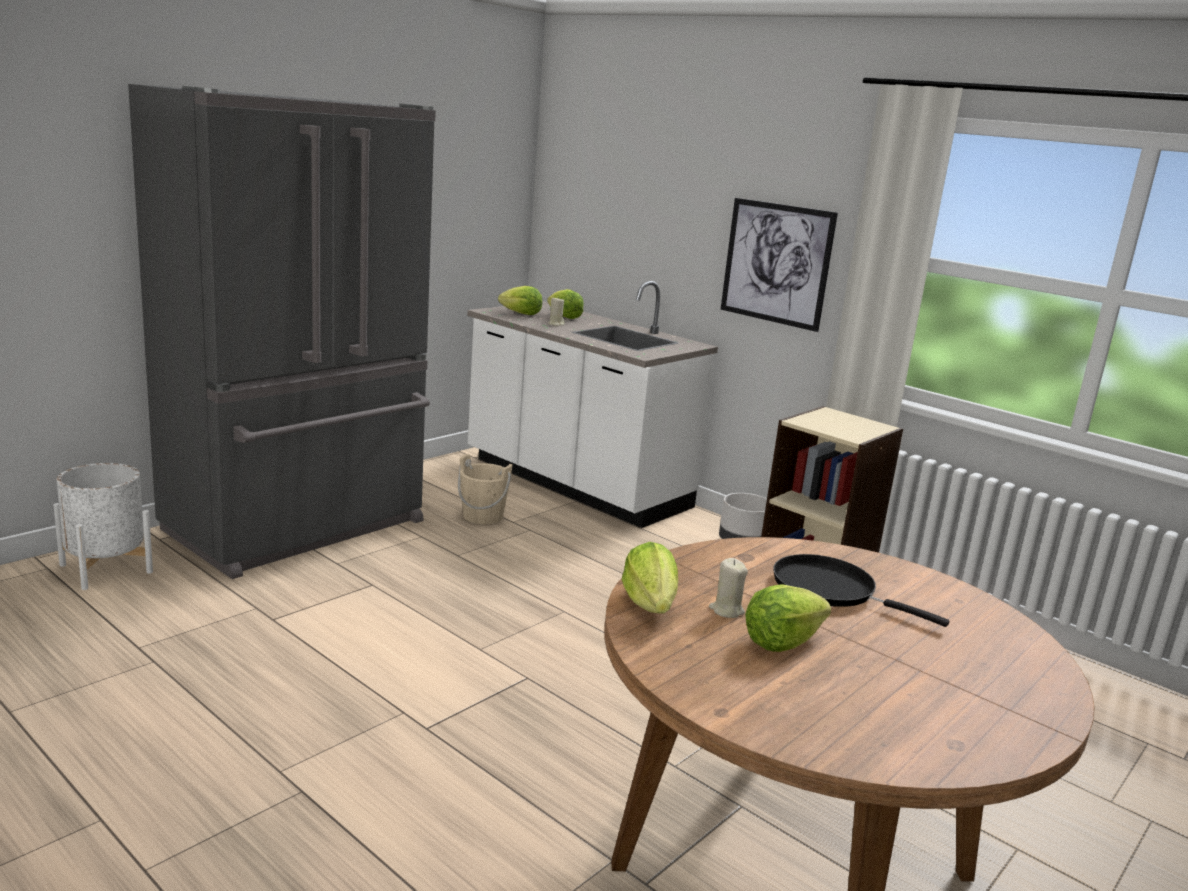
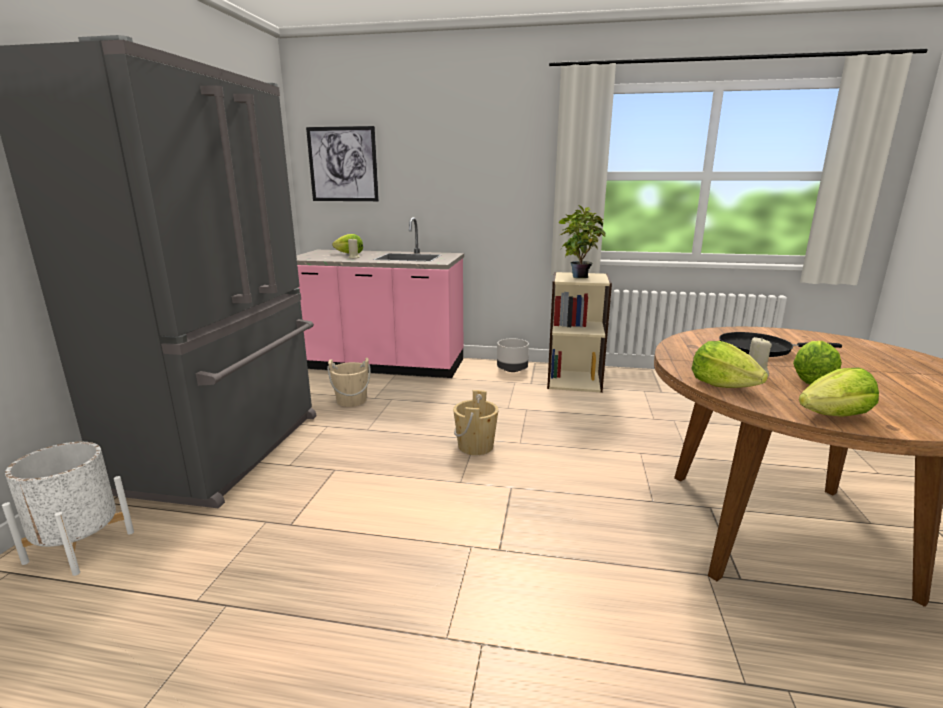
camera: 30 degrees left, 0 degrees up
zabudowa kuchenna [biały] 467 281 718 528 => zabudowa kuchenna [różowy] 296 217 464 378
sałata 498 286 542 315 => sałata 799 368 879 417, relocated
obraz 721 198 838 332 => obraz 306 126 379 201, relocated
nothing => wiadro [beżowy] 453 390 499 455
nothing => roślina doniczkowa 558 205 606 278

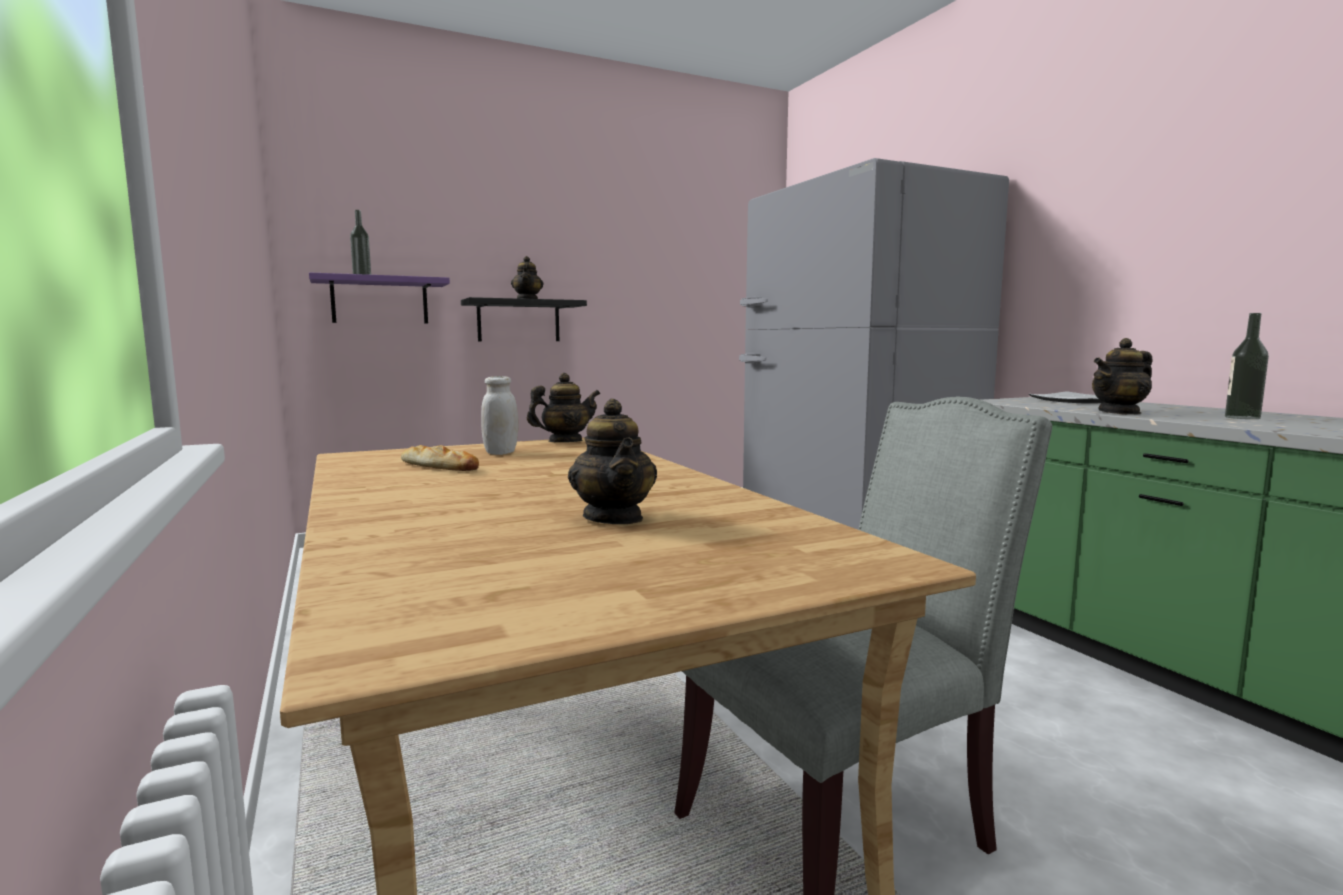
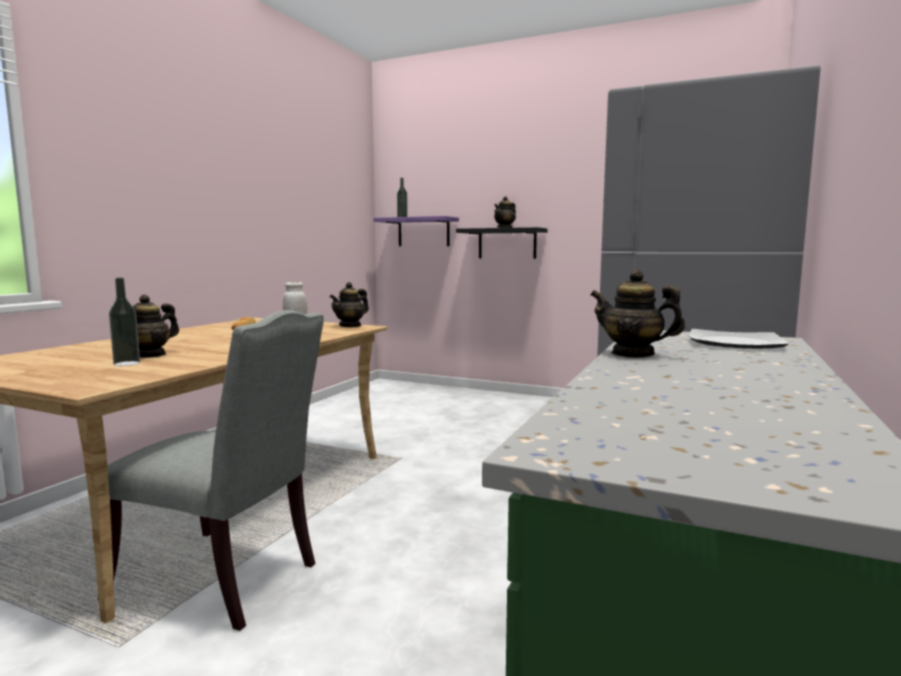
camera: 50 degrees right, 0 degrees up
imbryk 527 373 600 442 => imbryk 330 282 369 327, 105 degrees clockwise
butelka 1225 313 1269 419 => butelka 109 278 140 366, relocated

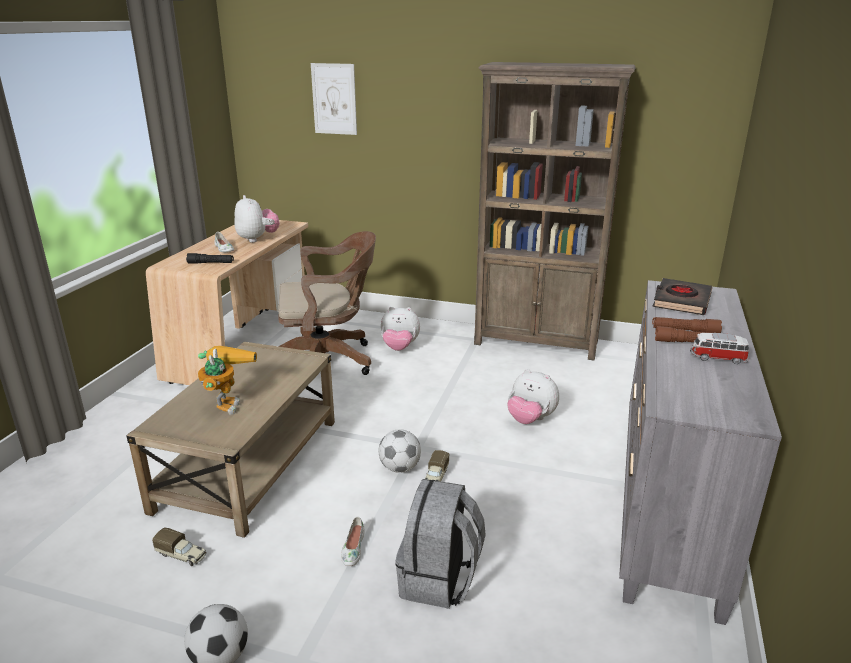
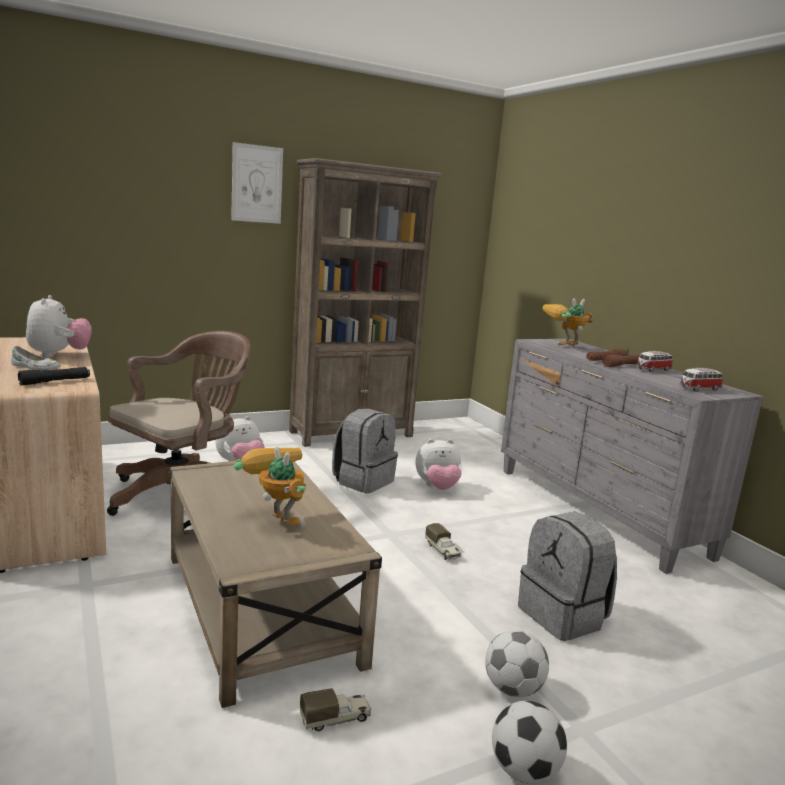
camera: 45 degrees left, 10 degrees down
pluszak 234 195 280 242 => pluszak 26 295 91 358, 60 degrees clockwise
obraz 311 63 357 135 => obraz 231 142 283 224, relocated
but [biały] 341 517 364 566 => nothing
piłka futbolowa 379 429 421 473 => piłka futbolowa 485 630 549 697, relocated
książka [czarny] 652 278 712 315 => robot zabawkowy 542 298 594 346
nothing => plecak [szary] 332 408 398 493
nothing => samochodzik 680 368 723 391

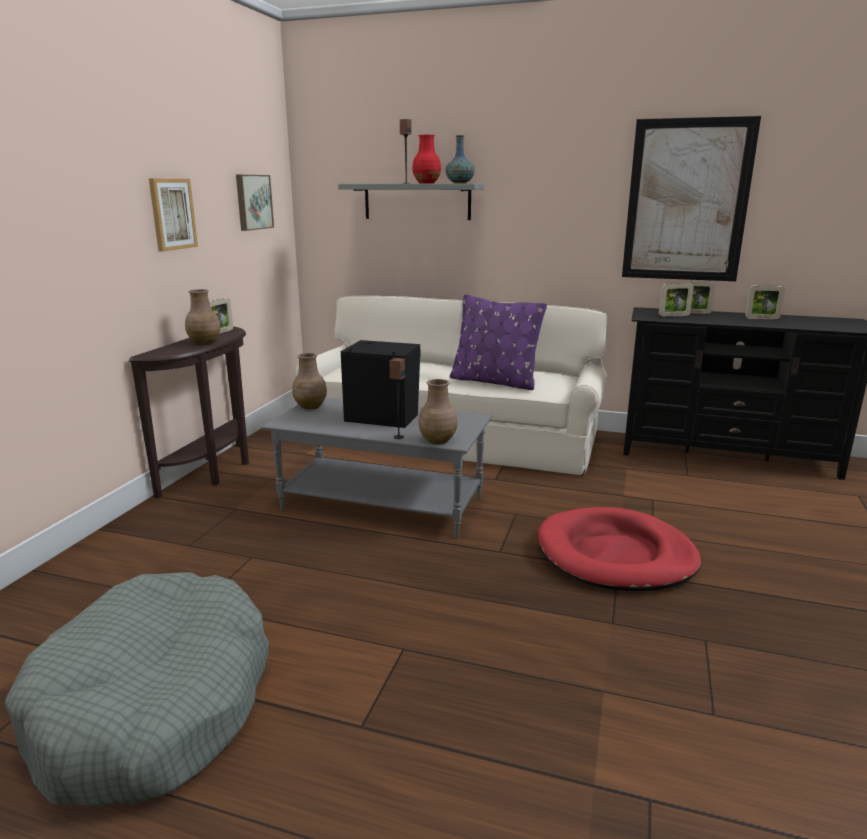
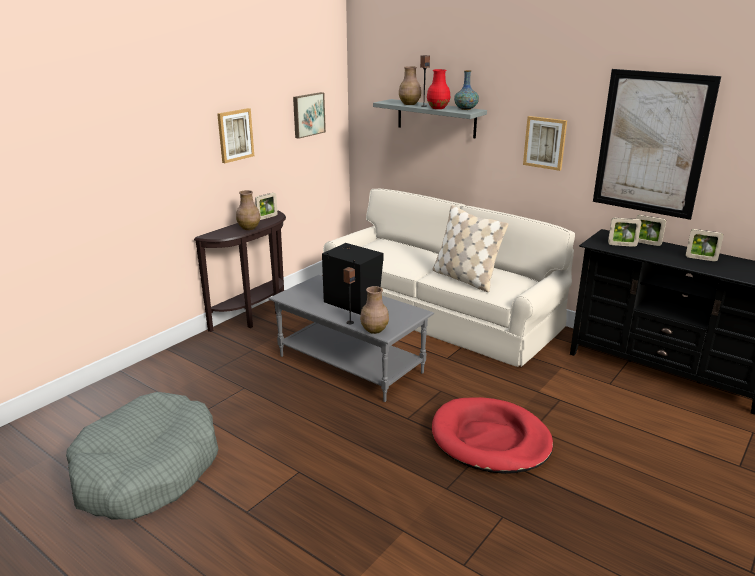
camera: 20 degrees right, 5 degrees up
wazon [brązowy] 292 353 327 410 => wazon [brązowy] 399 66 421 105, relocated
poduszka [fioletowy] 450 295 547 390 => poduszka [beżowy] 432 205 508 292
nothing => obraz 523 116 567 171

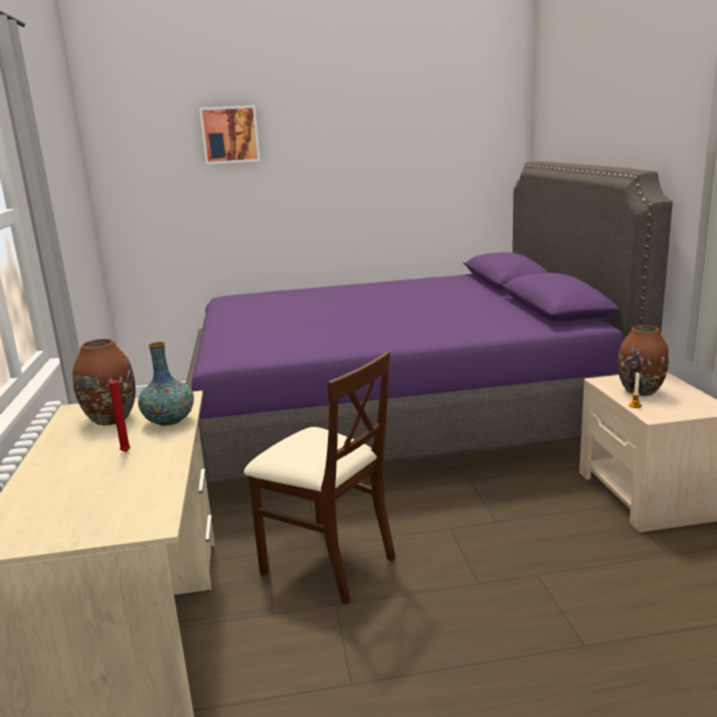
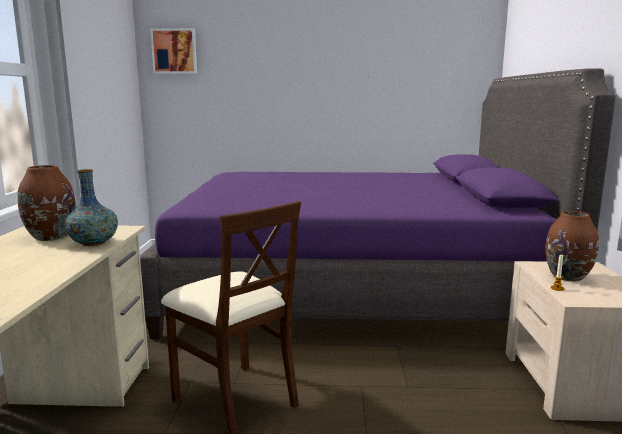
camera: 10 degrees right, 5 degrees down
świeca [czerwony] 109 376 130 452 => nothing
obraz 199 105 260 165 => obraz 150 28 197 74, relocated

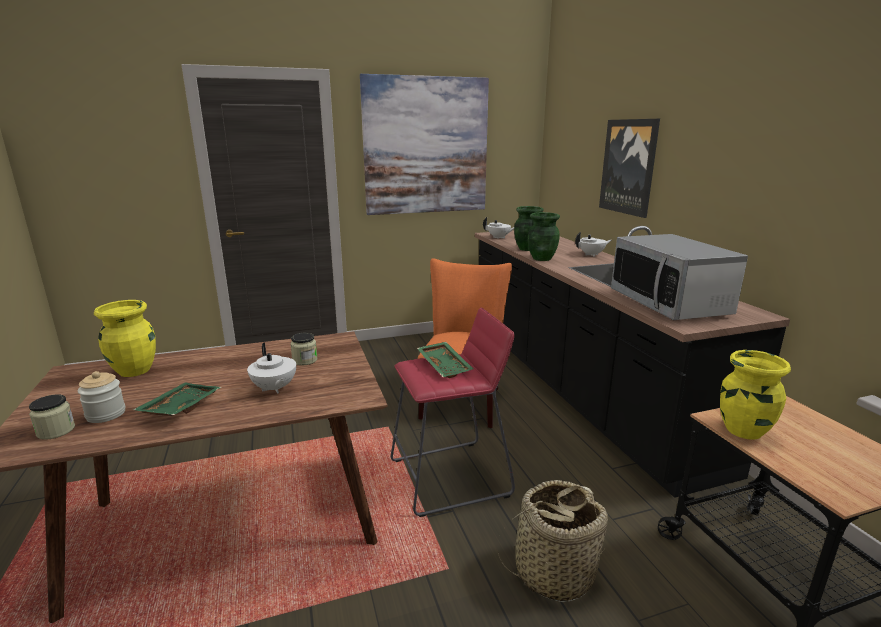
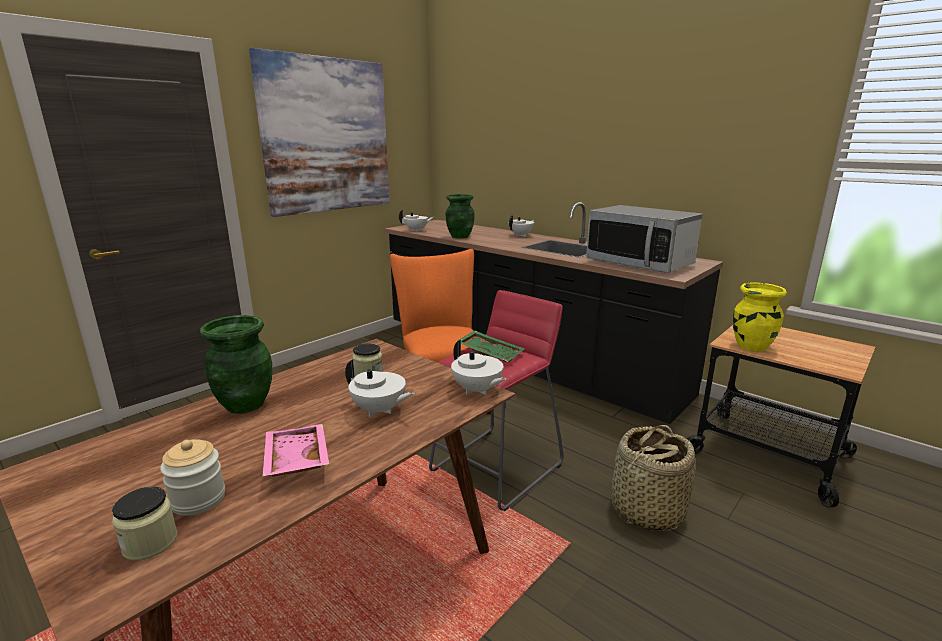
camera: 30 degrees left, 0 degrees up
wazon [żółty] 94 300 156 377 => nothing
taca [zielony] 133 382 221 416 => taca [różowy] 262 424 329 477
wazon [zielony] 528 212 560 261 => wazon [zielony] 200 315 272 414, relocated
obraz 599 119 660 218 => nothing
nothing => imbryk [biały] 451 340 506 395

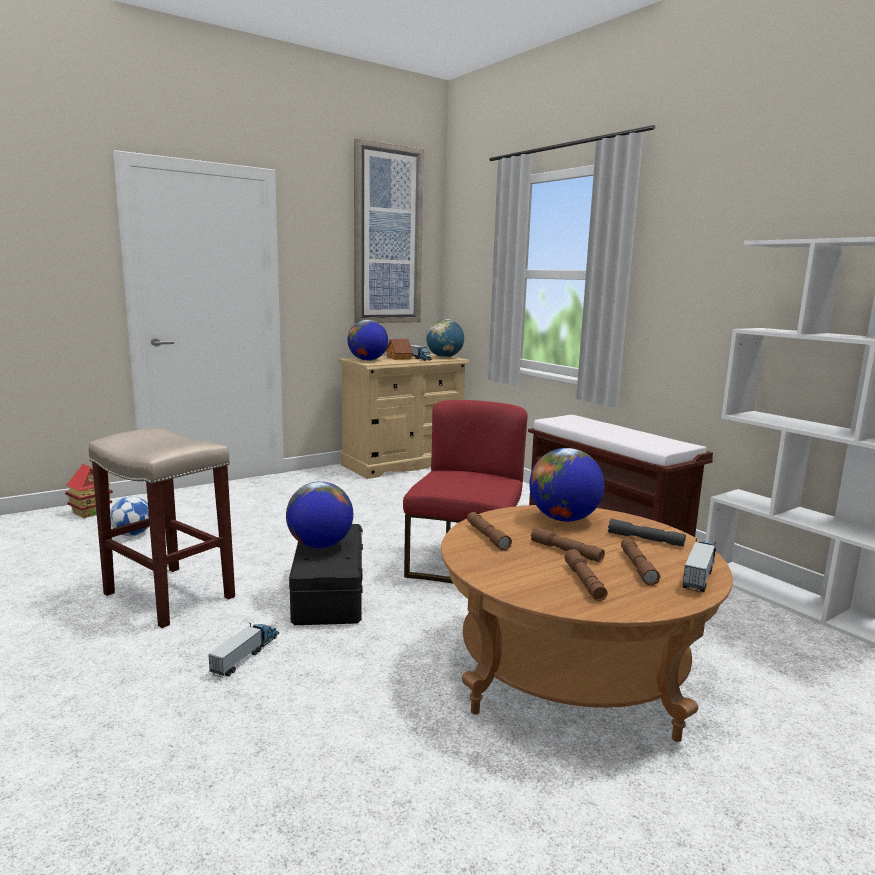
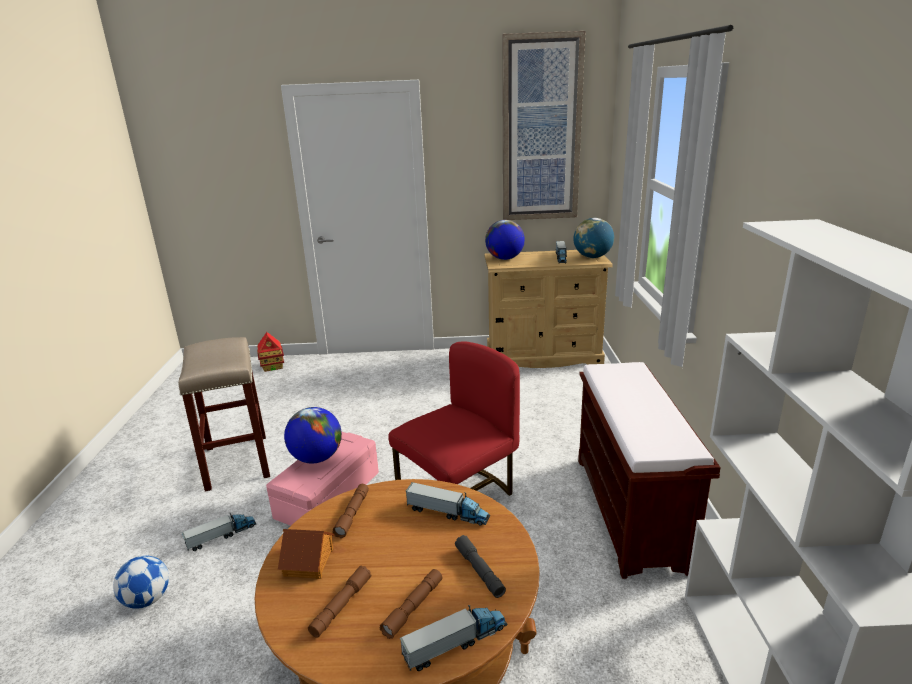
camera: 35 degrees right, 10 degrees up
piłka futbolowa 110 496 149 536 => piłka futbolowa 113 555 169 609, relocated
pojemnik do przechowywania [czarny] 289 524 363 625 => pojemnik do przechowywania [różowy] 266 432 379 526
domek 386 339 413 360 => domek 278 529 335 579, relocated
globus 529 448 604 522 => ciężarówka zabawkowa 405 482 490 526
latarka [brązowy] 531 527 605 562 => nothing

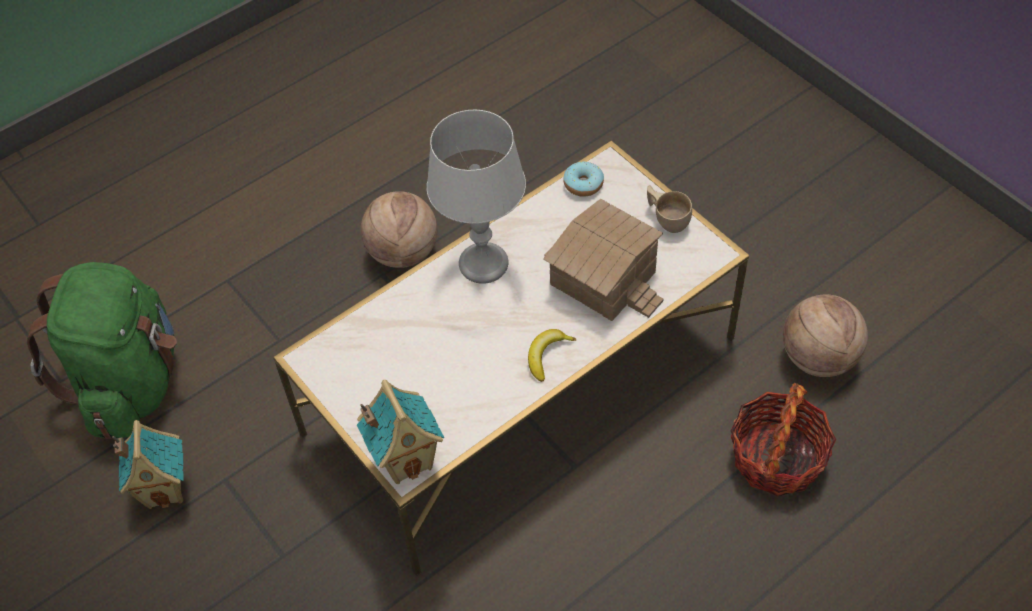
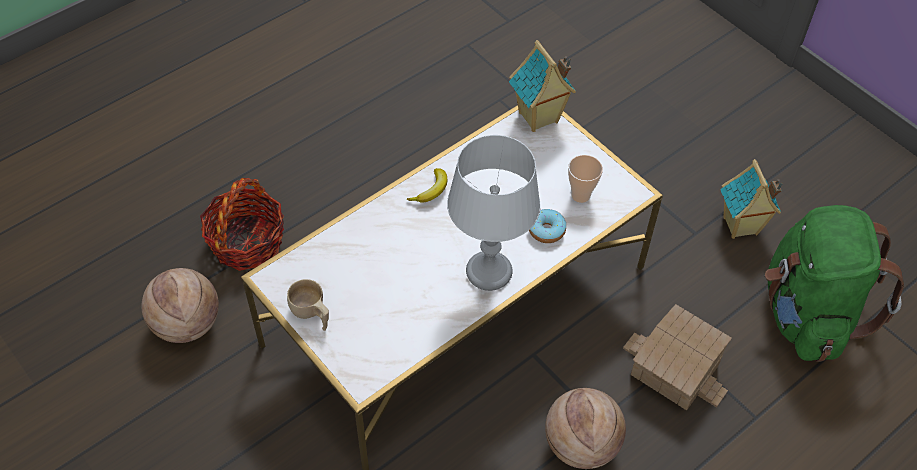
camera: 175 degrees right, 0 degrees up
domek 543 199 663 321 => domek 623 304 732 410, relocated
donut 563 162 604 197 => donut 529 209 566 243, relocated
nothing => filiżanka 568 155 603 203

